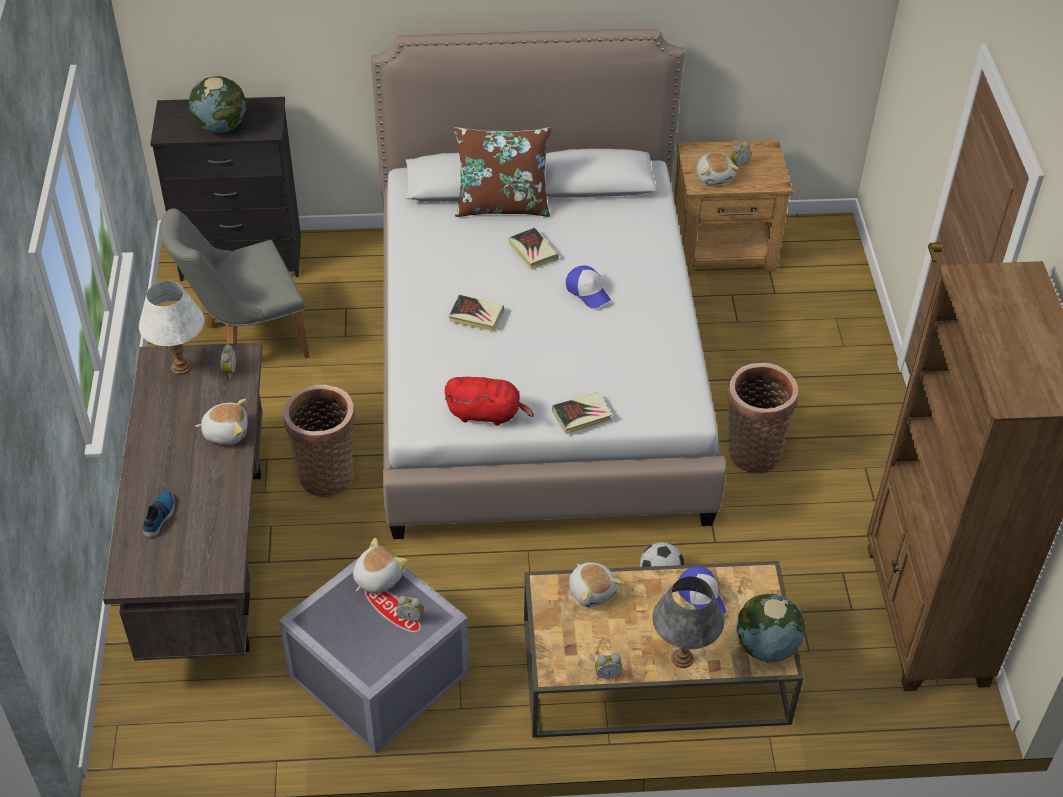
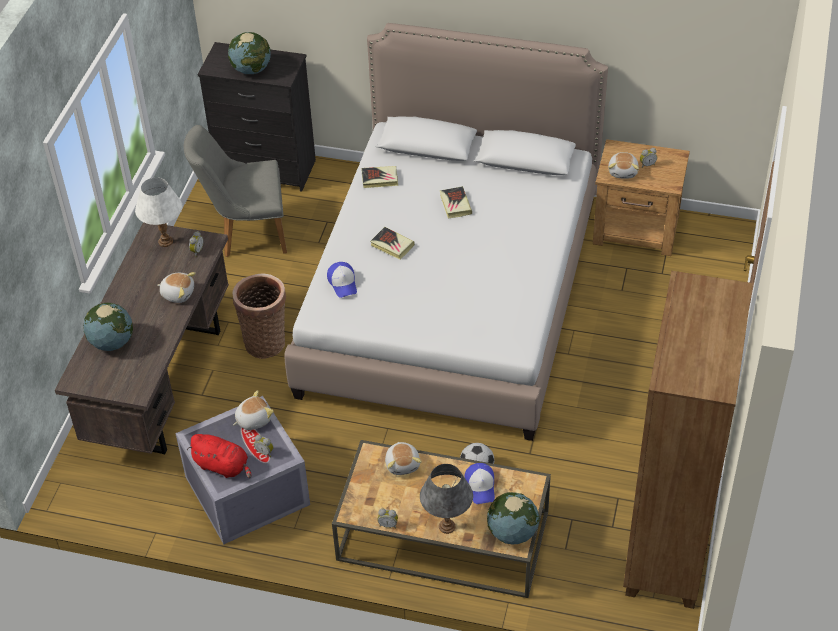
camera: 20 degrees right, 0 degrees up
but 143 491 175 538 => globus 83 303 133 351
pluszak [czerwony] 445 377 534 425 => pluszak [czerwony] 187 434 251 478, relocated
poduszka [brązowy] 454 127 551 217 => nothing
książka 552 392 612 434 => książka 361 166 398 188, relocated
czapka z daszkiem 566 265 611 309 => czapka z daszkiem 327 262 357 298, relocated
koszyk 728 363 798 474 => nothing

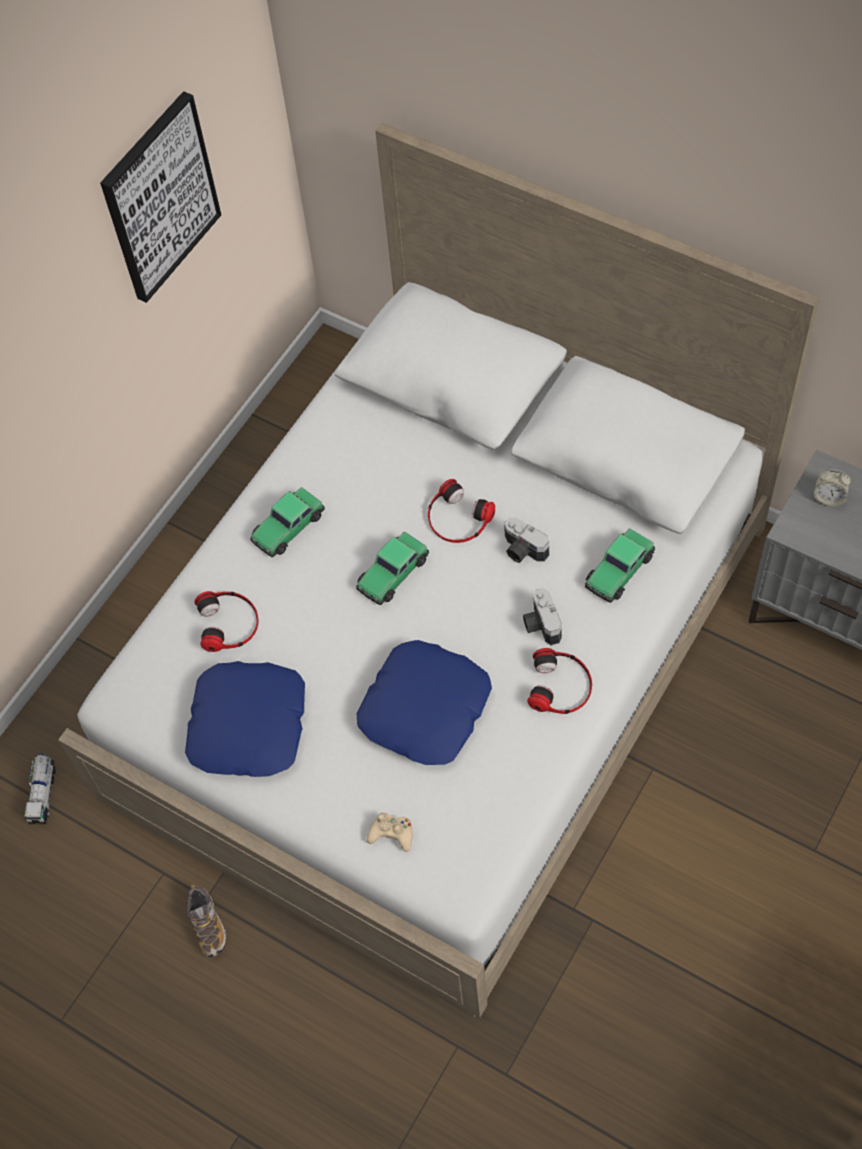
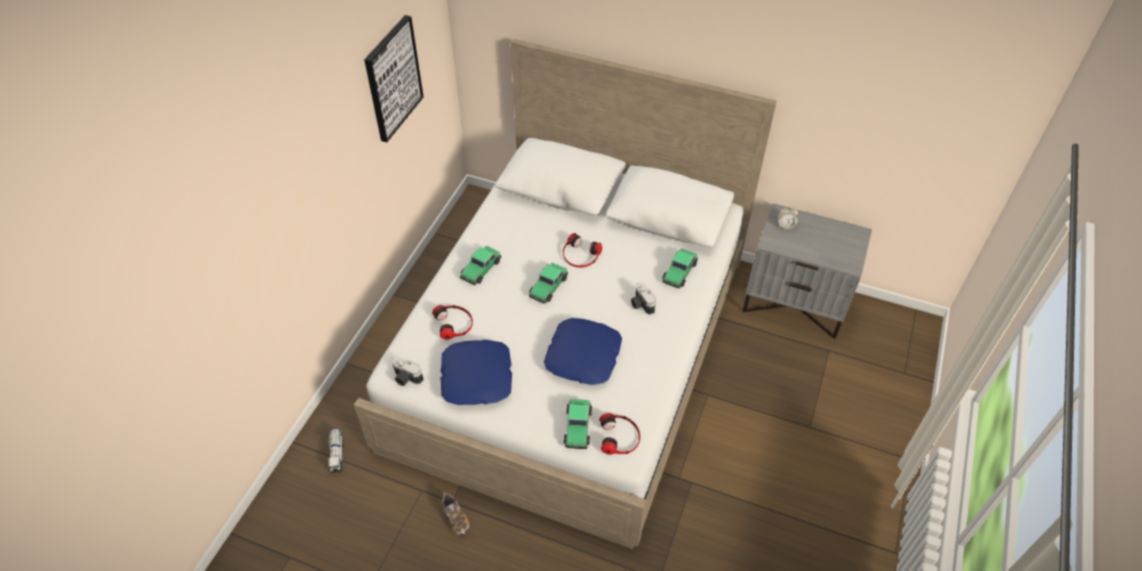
camera: 15 degrees left, 10 degrees down
pad do gier [beżowy] 367 813 412 852 => samochodzik 564 399 592 449
aparat fotograficzny 504 517 549 563 => aparat fotograficzny 392 357 424 386, relocated
słuchawki 527 648 592 714 => słuchawki 599 413 640 455, relocated

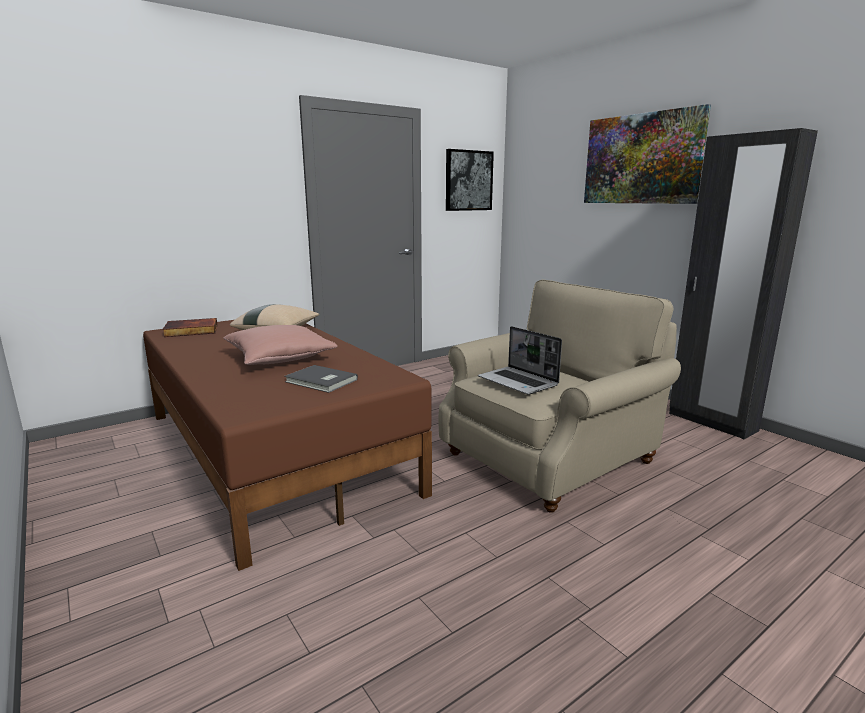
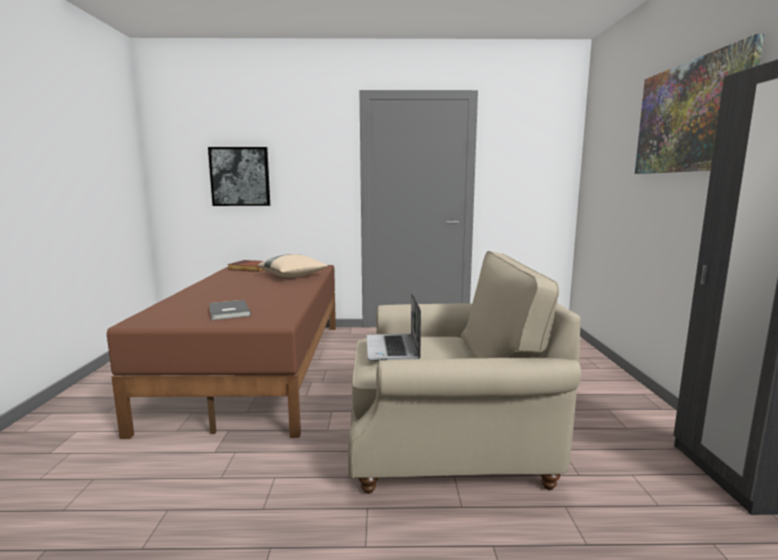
camera: 35 degrees right, 5 degrees down
poduszka [różowy] 224 325 337 365 => nothing
obraz 446 149 494 211 => obraz 208 147 270 206, relocated

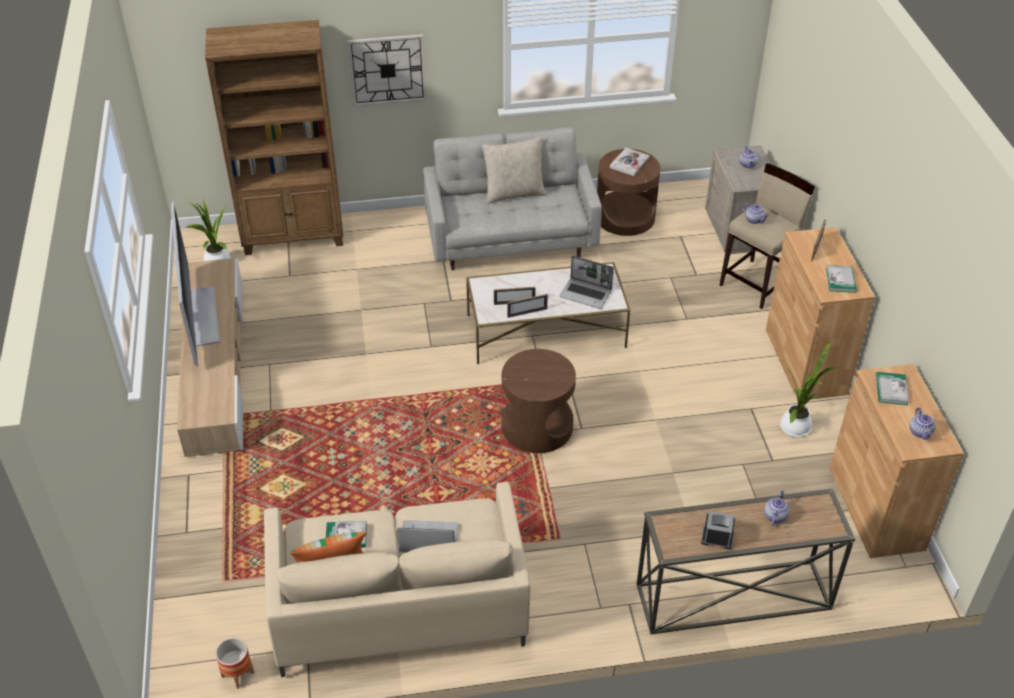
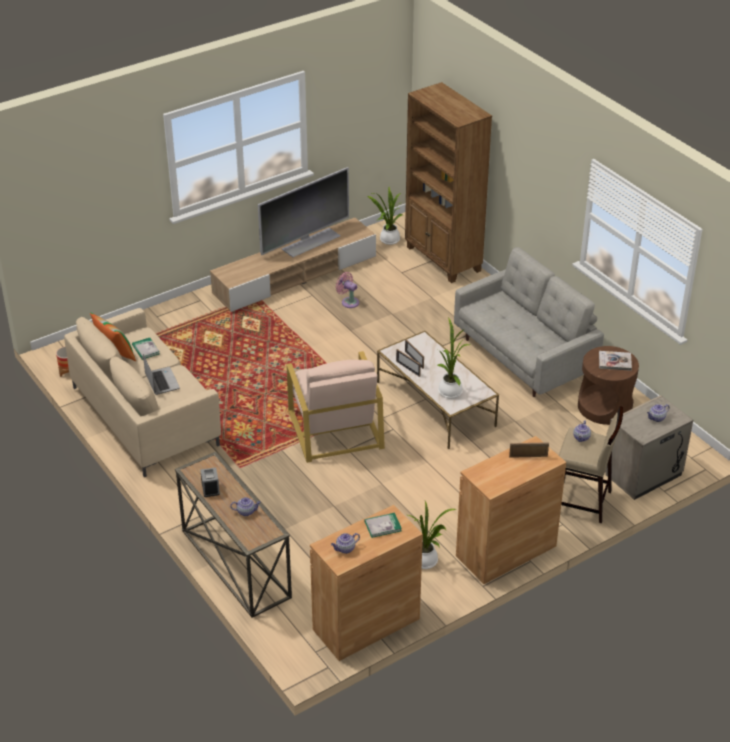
camera: 65 degrees right, 5 degrees down
zegar ścienny 348 34 426 107 => nothing
poduszka [beżowy] 482 136 546 204 => nothing
stolik [brązowy] 502 349 576 453 => fotel [beżowy] 287 351 385 463
laptop 559 256 614 309 => roślina doniczkowa 437 317 470 399
książka 826 265 857 293 => nothing
nothing => wentylator [różowy] 335 272 359 308

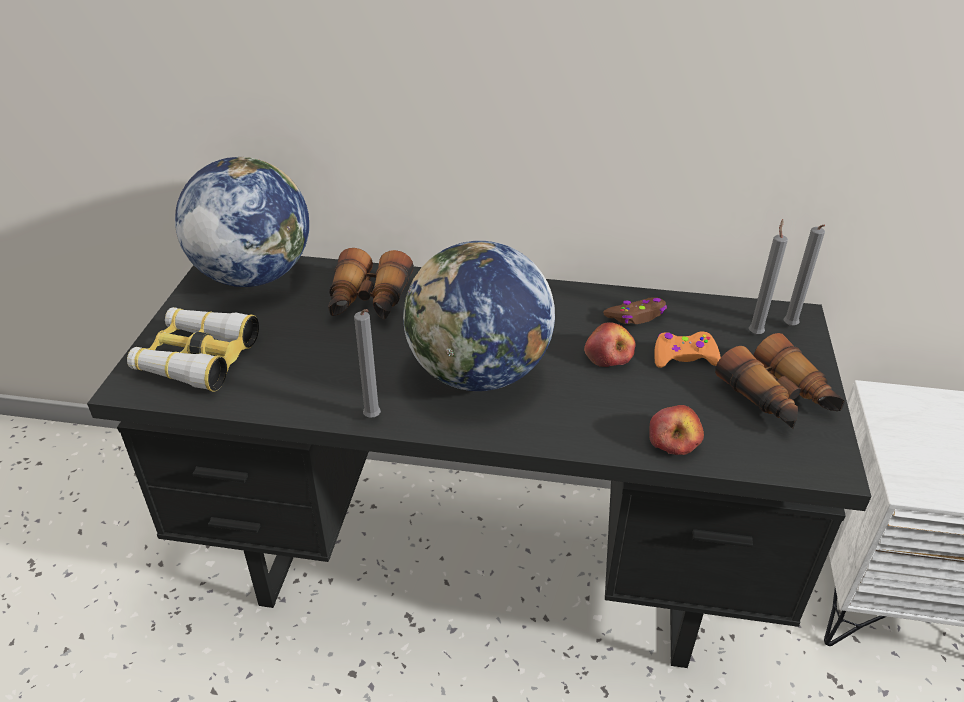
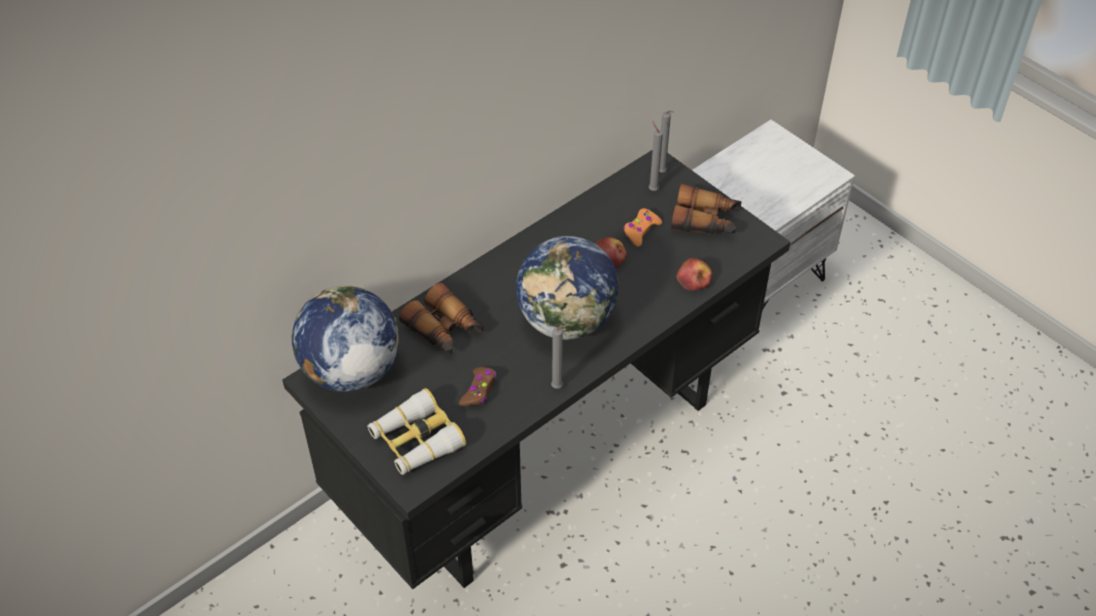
camera: 50 degrees left, 10 degrees up
pad do gier [brązowy] 603 297 667 324 => pad do gier [brązowy] 459 367 497 406, relocated

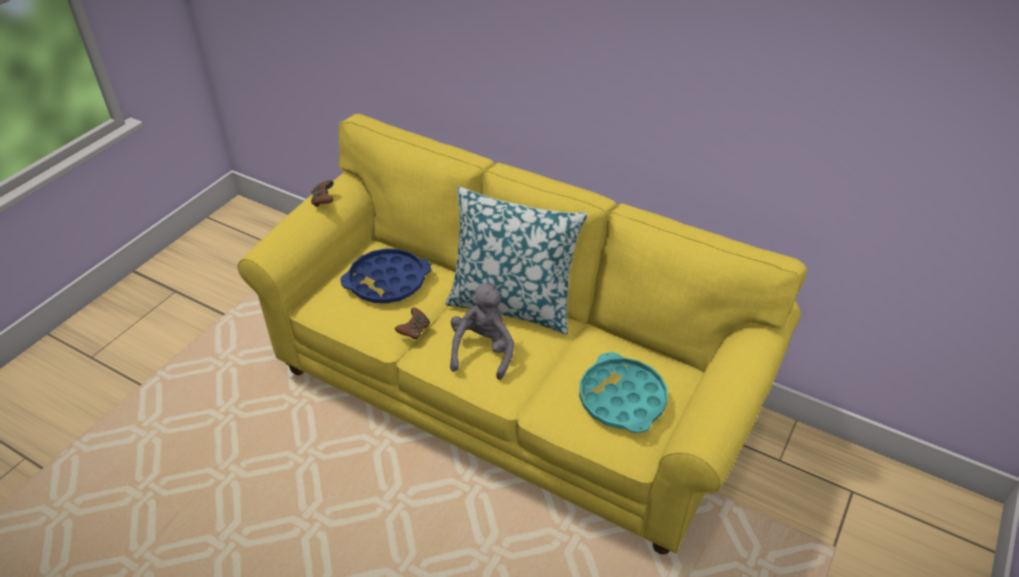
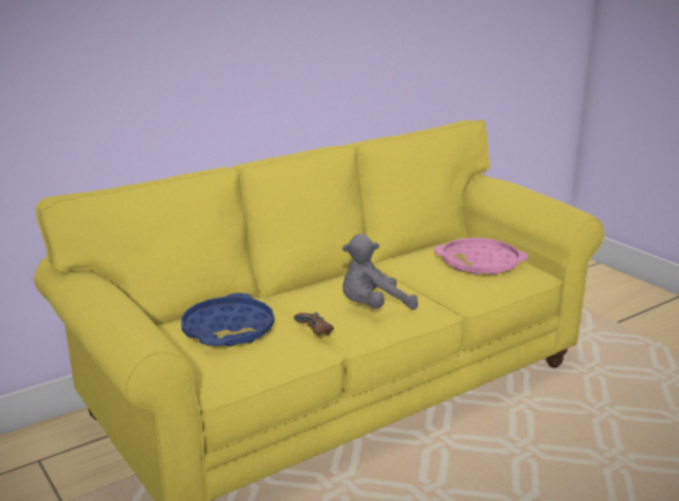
camera: 65 degrees left, 20 degrees down
pad do gier [brązowy] 311 180 334 207 => nothing
poduszka 445 186 588 335 => nothing
pluszak [szary] 450 283 514 380 => pluszak [szary] 342 234 418 310, 60 degrees counterclockwise
taca [turkusowy] 579 352 668 433 => taca [różowy] 434 238 528 275

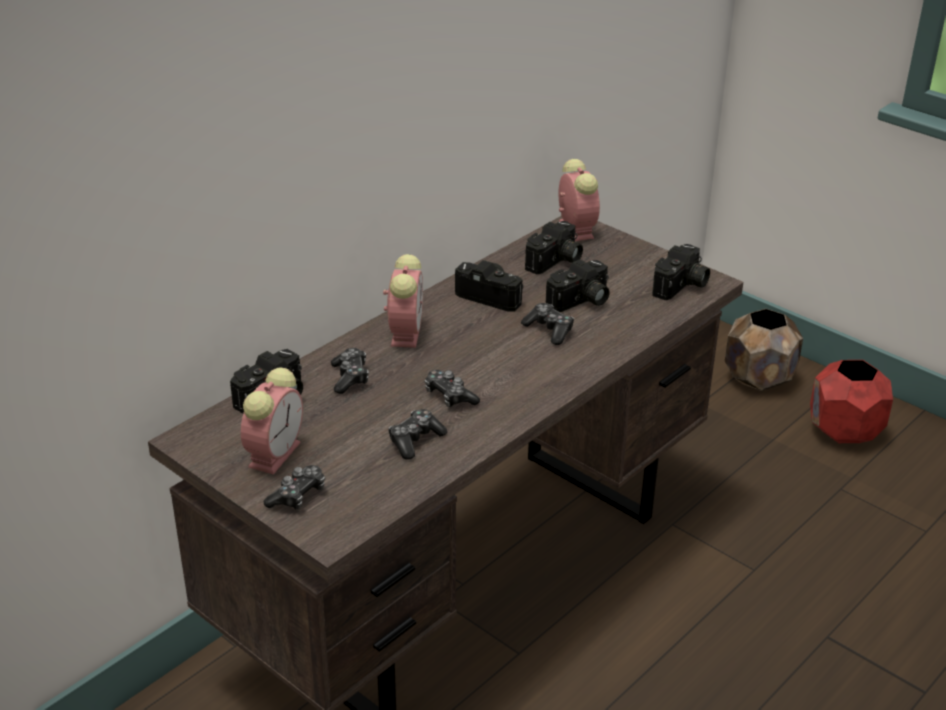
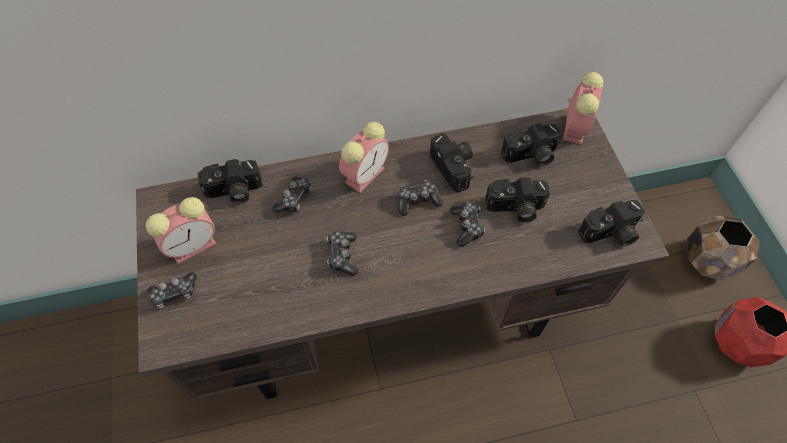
camera: 35 degrees right, 25 degrees up
pad do gier 388 409 447 460 => pad do gier 399 180 443 216, relocated

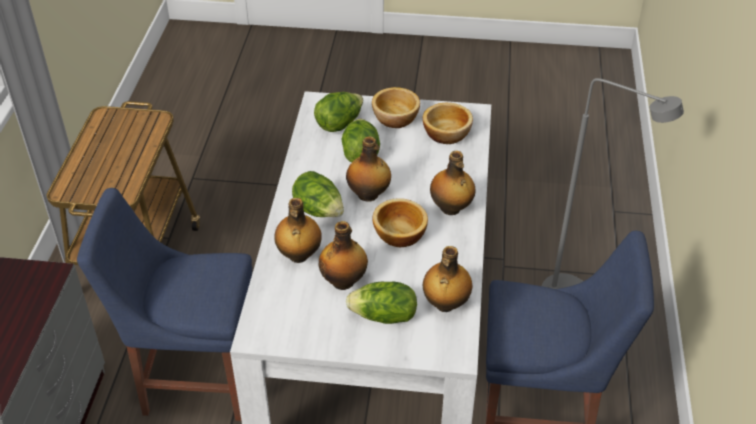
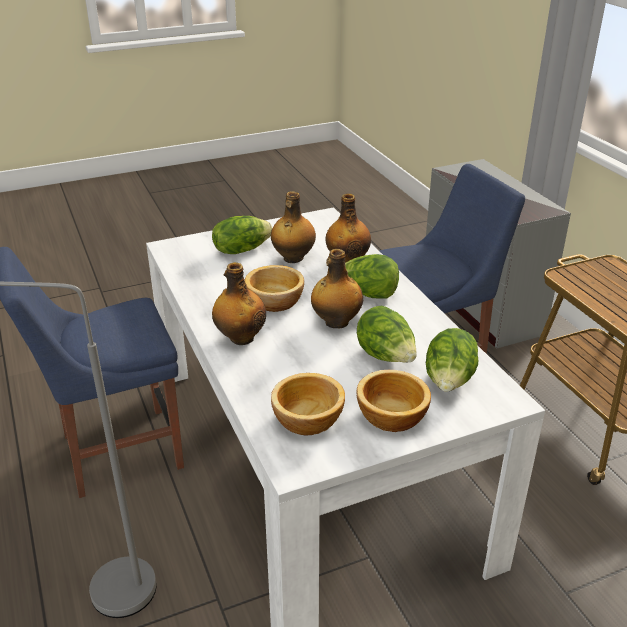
camera: 150 degrees right, 10 degrees down
butelka 423 246 472 312 => nothing

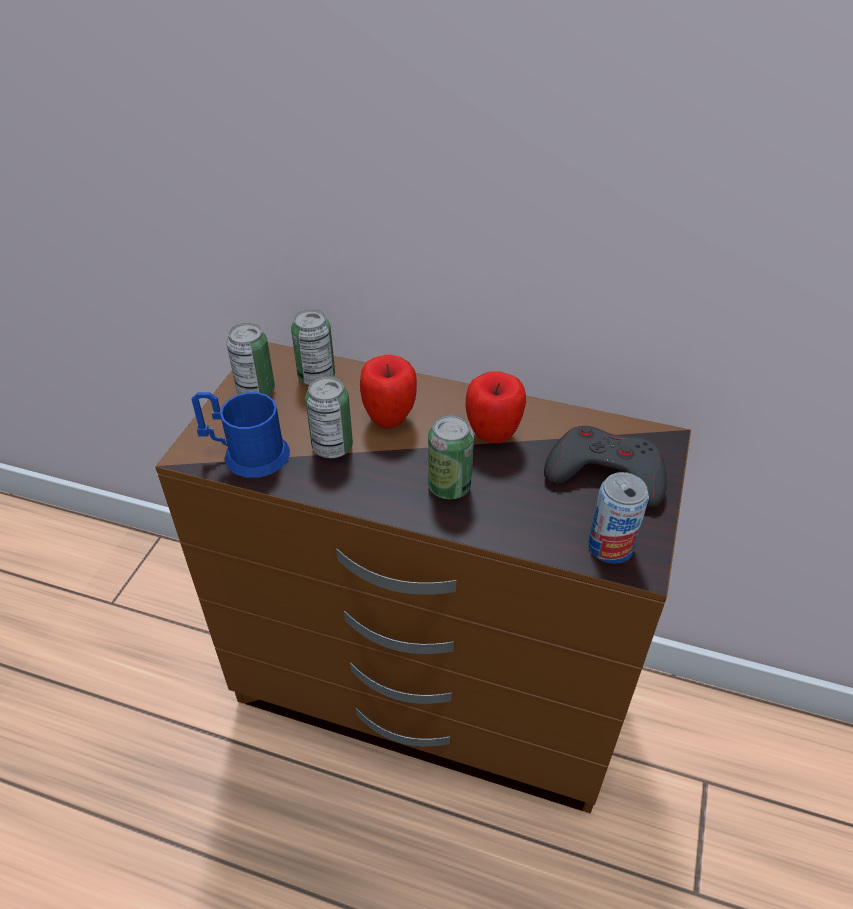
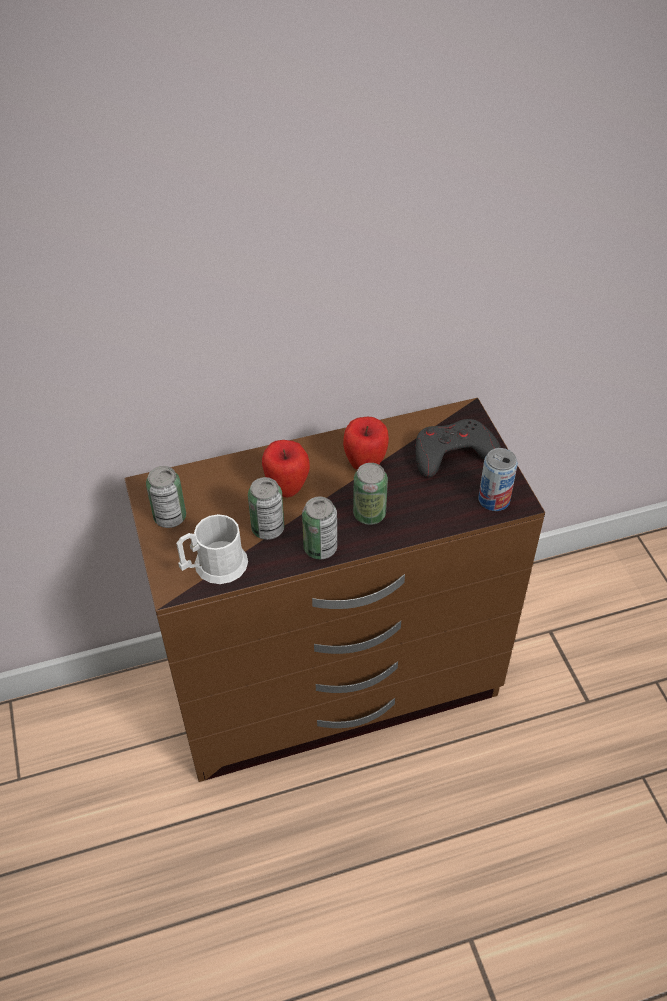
camera: 35 degrees left, 5 degrees up
kubek [niebieski] 191 392 290 478 => kubek [biały] 176 514 248 584
puszka 291 309 335 385 => puszka 302 497 337 559, relocated

